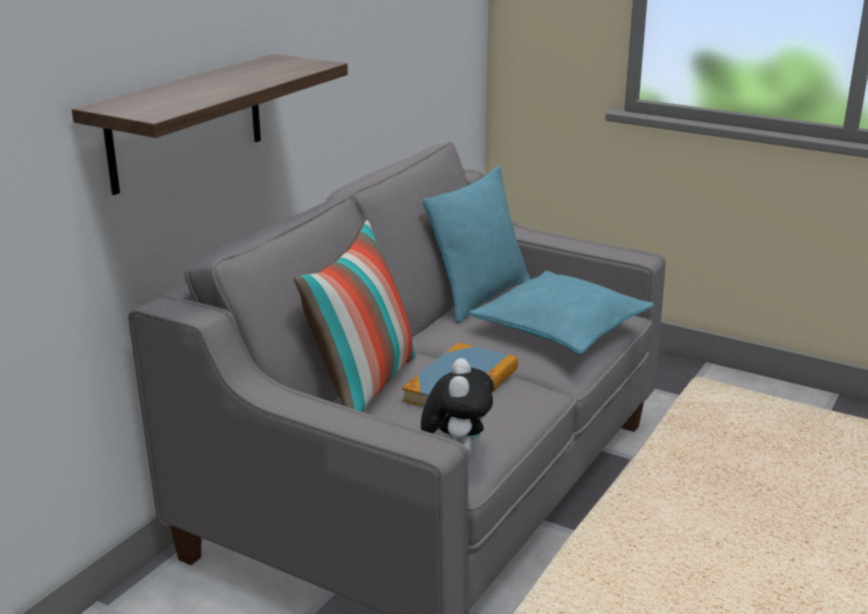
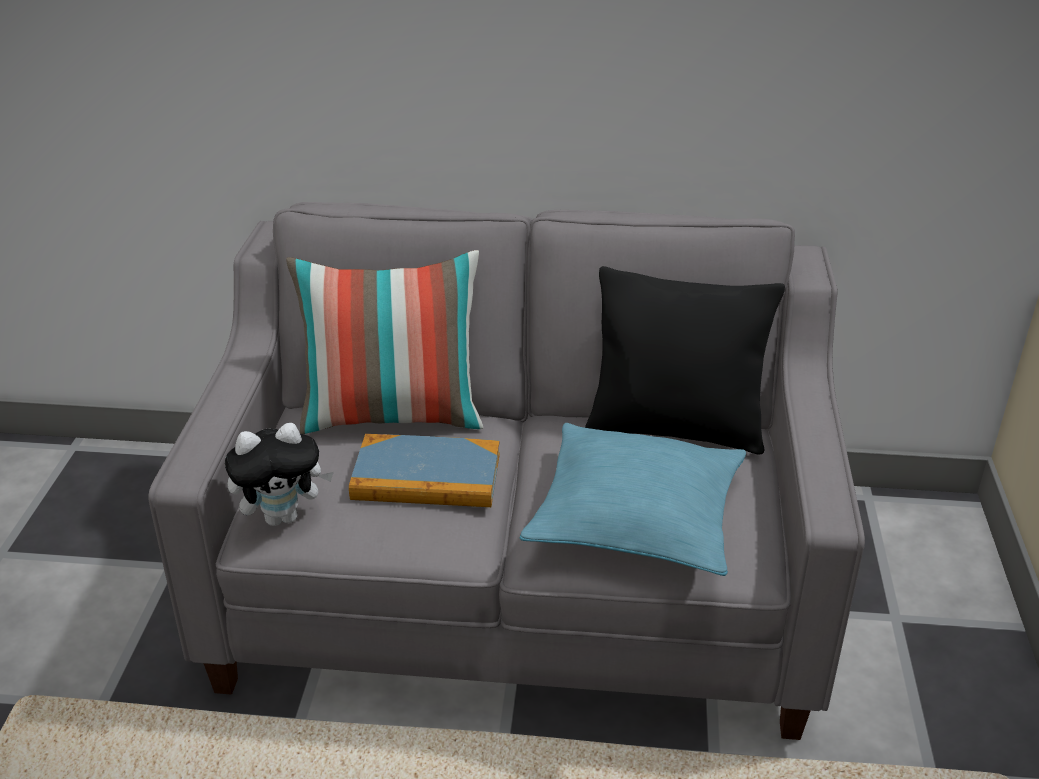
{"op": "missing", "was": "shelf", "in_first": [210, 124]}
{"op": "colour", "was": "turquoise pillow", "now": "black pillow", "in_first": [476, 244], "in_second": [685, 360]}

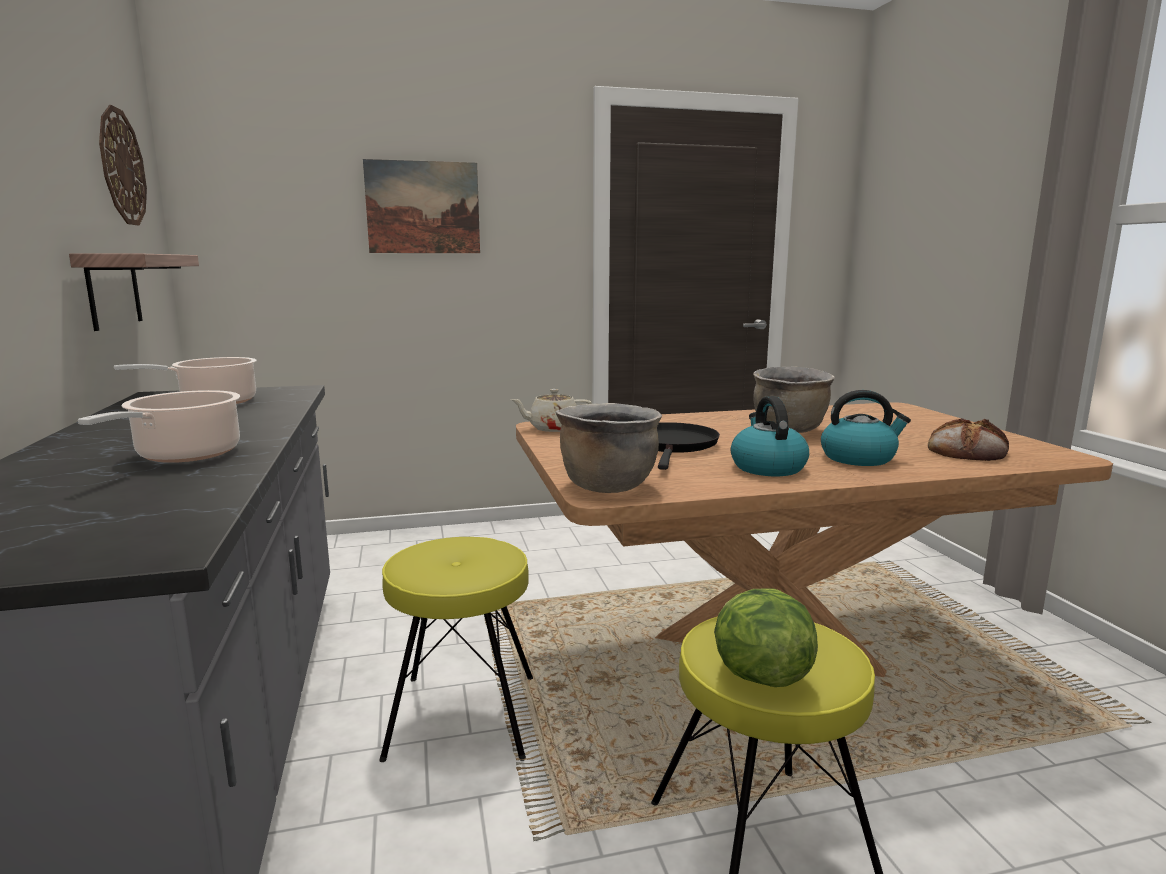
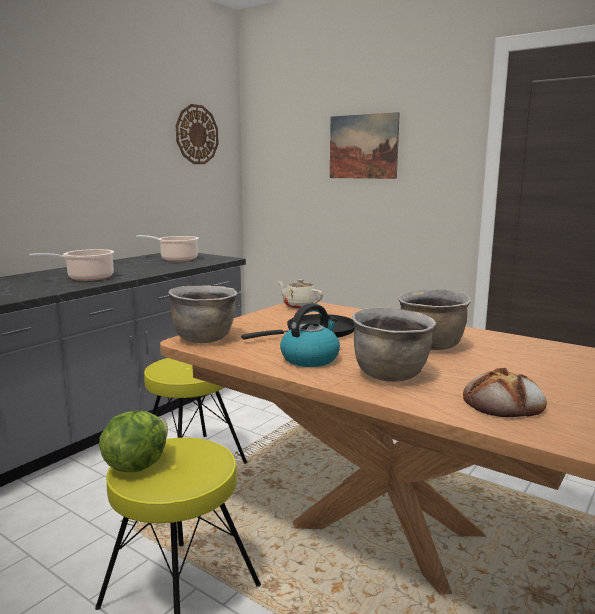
{"op": "missing", "was": "shelf", "in_first": [134, 292]}
{"op": "exchanged", "was": "kettle", "now": "brown cooking pot", "in_first": [866, 428], "in_second": [394, 344]}

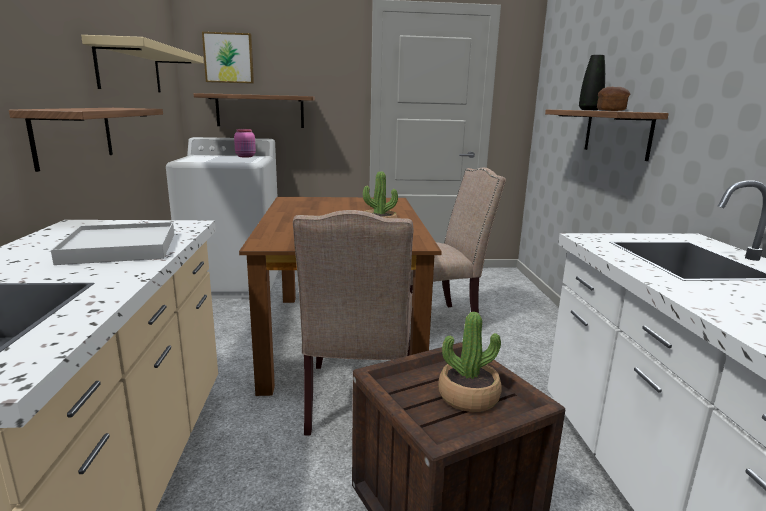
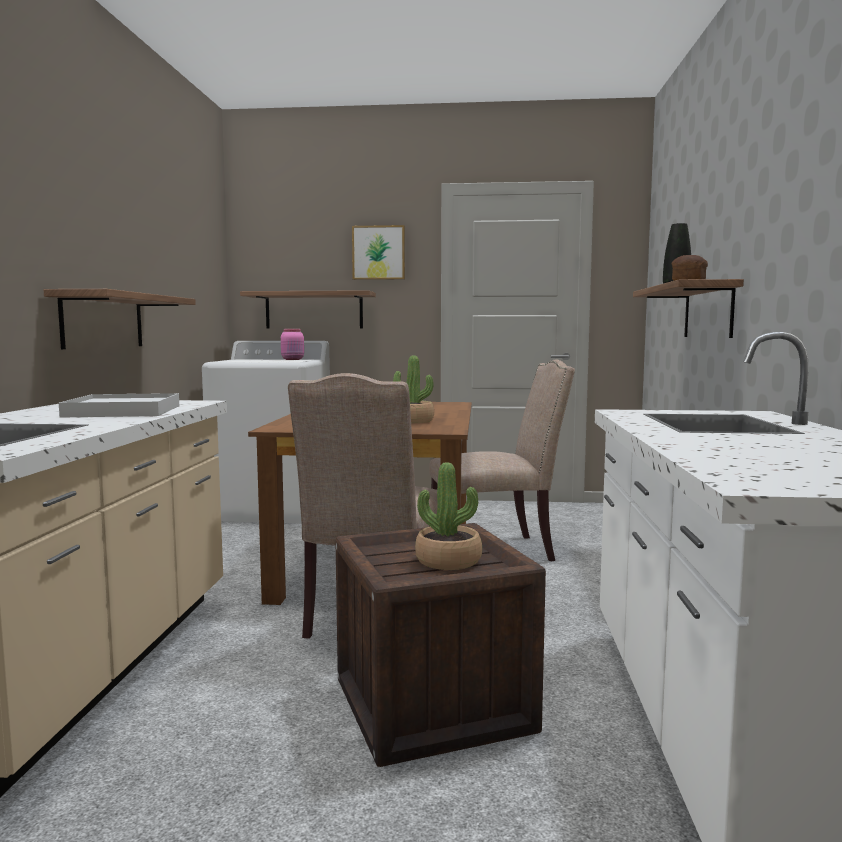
{"op": "missing", "was": "beige shelf", "in_first": [142, 64]}
{"op": "relocated", "was": "picture", "in_first": [228, 58], "in_second": [378, 252]}

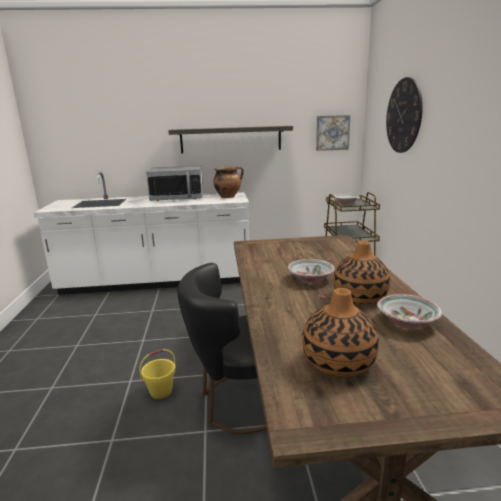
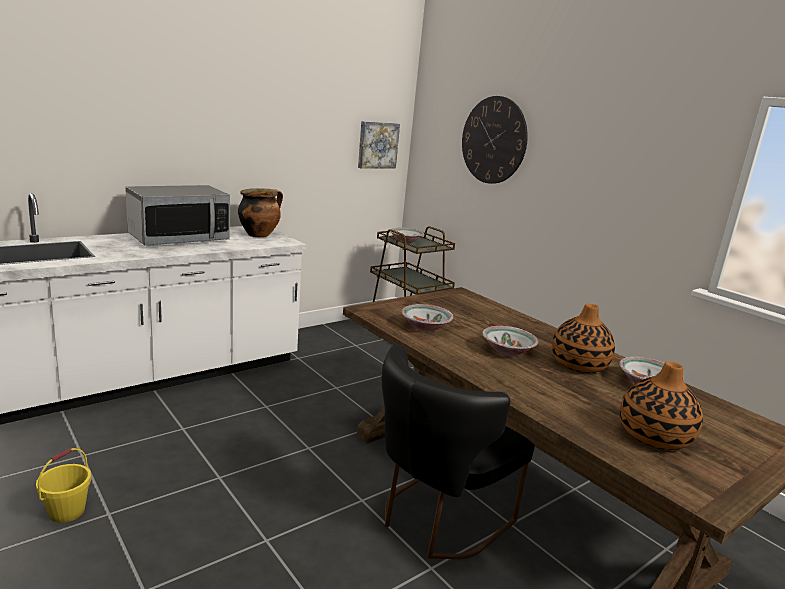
{"op": "missing", "was": "shelf", "in_first": [230, 139]}
{"op": "appeared", "now": "bowl", "in_second": [427, 318]}
{"op": "relocated", "was": "yellow bucket", "in_first": [157, 374], "in_second": [63, 485]}

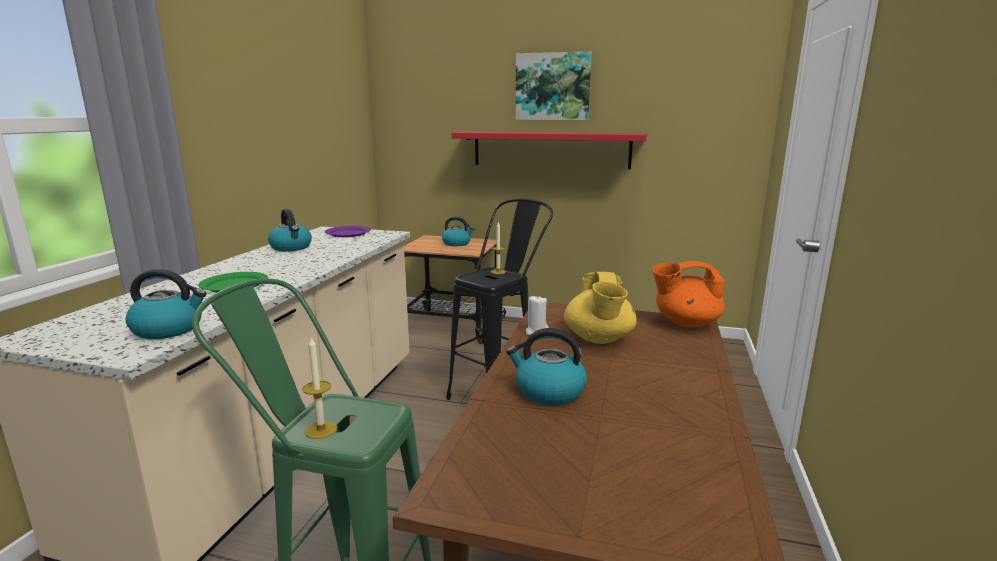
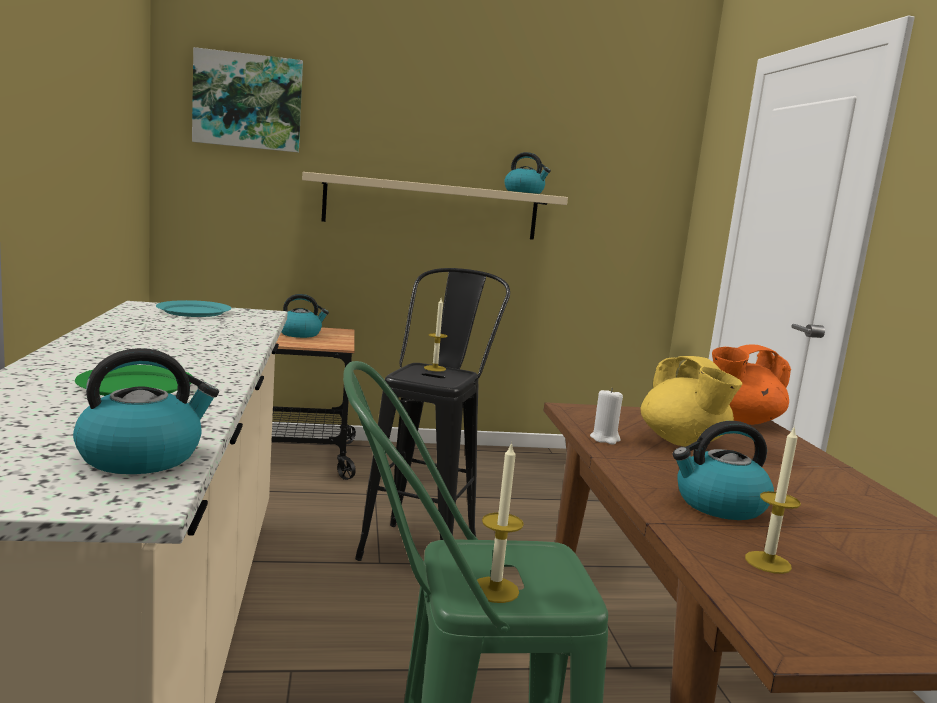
{"op": "appeared", "now": "candle", "in_second": [773, 499]}
{"op": "relocated", "was": "kettle", "in_first": [290, 230], "in_second": [527, 173]}
{"op": "relocated", "was": "picture", "in_first": [553, 85], "in_second": [247, 100]}
{"op": "colour", "was": "purple plate", "now": "turquoise plate", "in_first": [348, 231], "in_second": [193, 308]}
{"op": "colour", "was": "red shelf", "now": "beige shelf", "in_first": [549, 150], "in_second": [435, 206]}

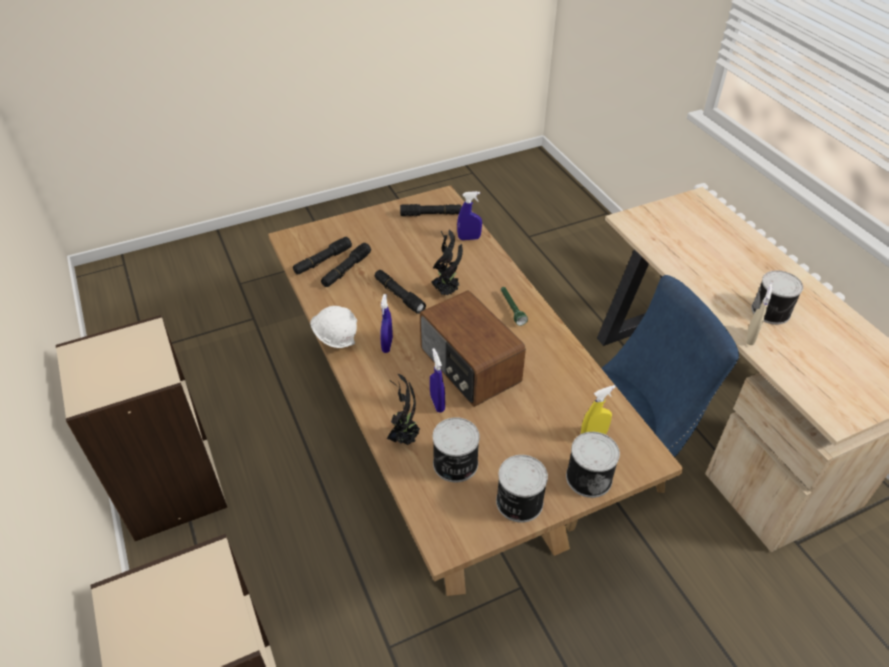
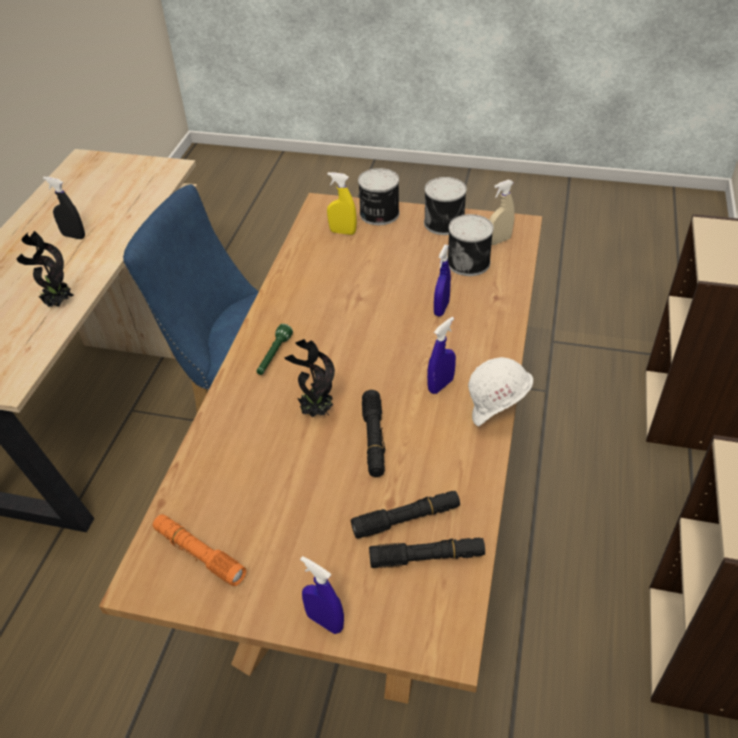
{"op": "missing", "was": "radio", "in_first": [473, 348]}
{"op": "relocated", "was": "potted plant", "in_first": [403, 409], "in_second": [45, 269]}
{"op": "relocated", "was": "blue spray bottle", "in_first": [469, 215], "in_second": [322, 595]}
{"op": "relocated", "was": "beige spray bottle", "in_first": [759, 314], "in_second": [502, 212]}
{"op": "exchanged", "was": "can", "now": "black spray bottle", "in_first": [777, 297], "in_second": [64, 208]}
{"op": "colour", "was": "black flashlight", "now": "orange flashlight", "in_first": [431, 210], "in_second": [199, 550]}

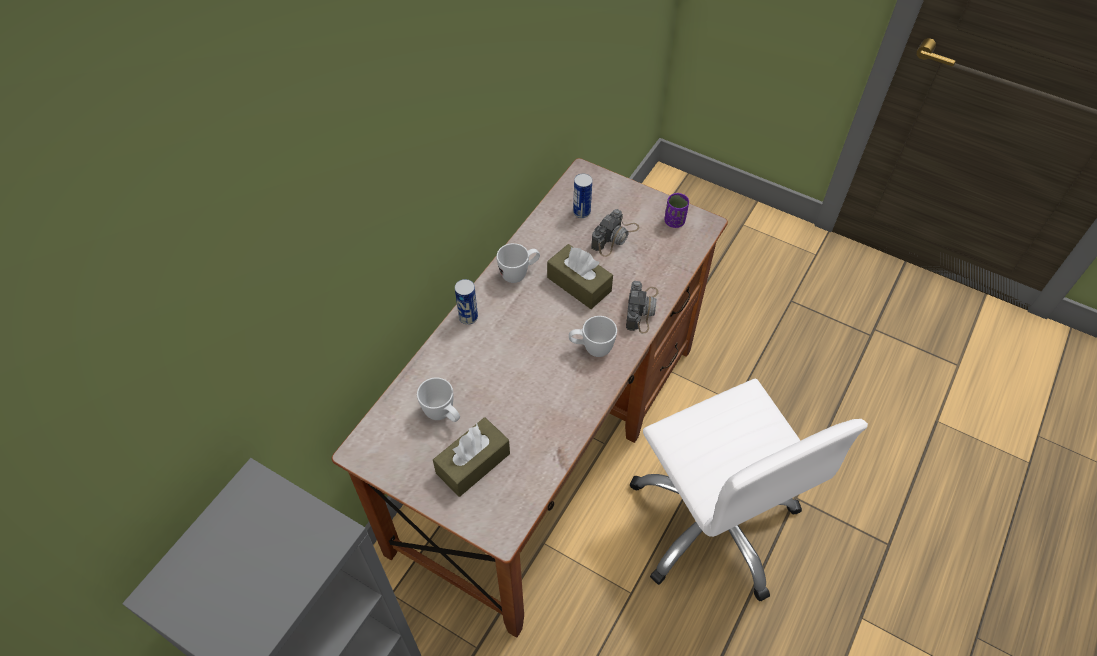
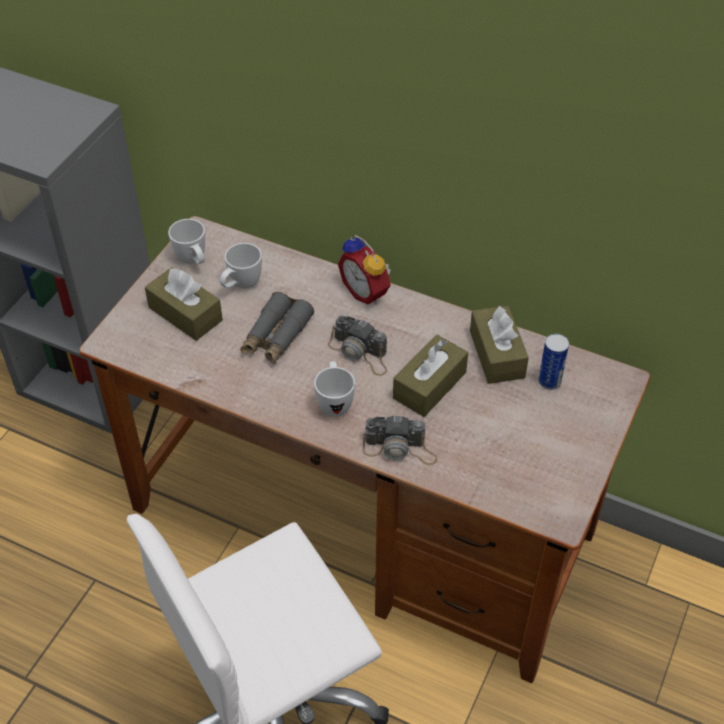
{"op": "missing", "was": "purple cup", "in_first": [676, 210]}
{"op": "appeared", "now": "grey binoculars", "in_second": [277, 328]}
{"op": "appeared", "now": "brown tissue box", "in_second": [499, 344]}
{"op": "relocated", "was": "white mug", "in_first": [518, 263], "in_second": [186, 241]}
{"op": "relocated", "was": "photo camera", "in_first": [615, 233], "in_second": [357, 346]}
{"op": "exchanged", "was": "can", "now": "alarm clock", "in_first": [466, 302], "in_second": [364, 270]}

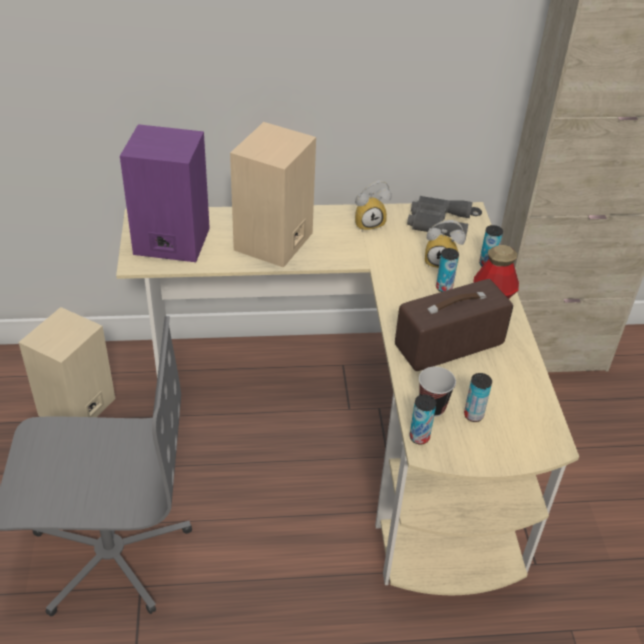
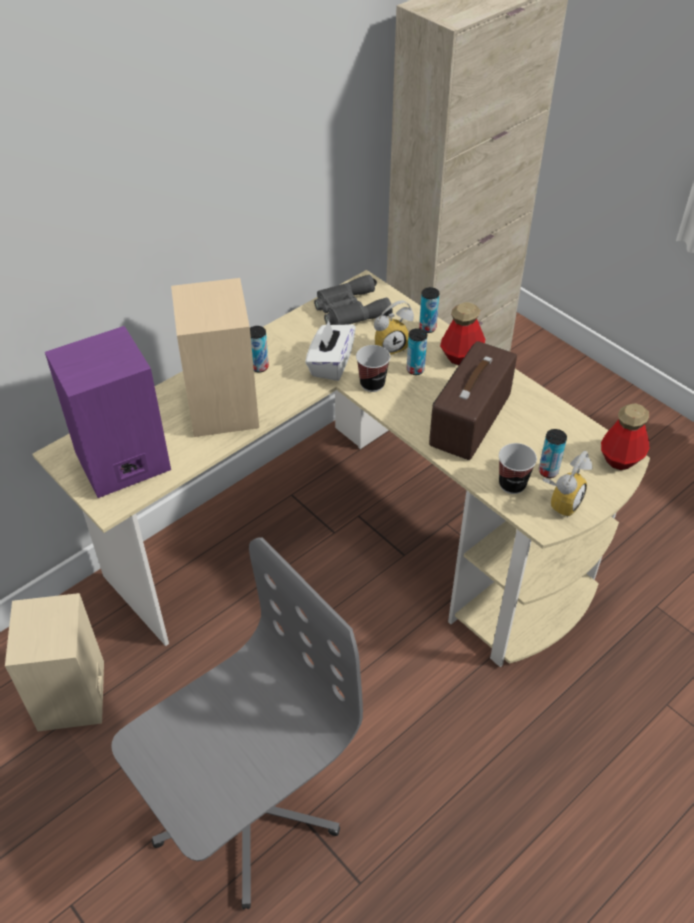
{"op": "appeared", "now": "white tissue box", "in_second": [330, 350]}
{"op": "appeared", "now": "cup", "in_second": [373, 368]}
{"op": "appeared", "now": "bottle", "in_second": [625, 436]}
{"op": "relocated", "was": "alarm clock", "in_first": [373, 206], "in_second": [567, 484]}
{"op": "relocated", "was": "can", "in_first": [423, 419], "in_second": [259, 349]}

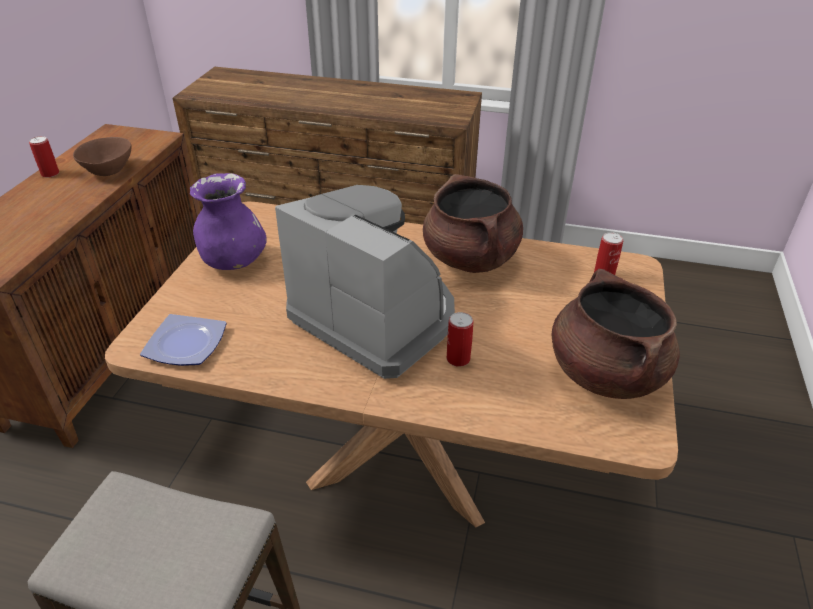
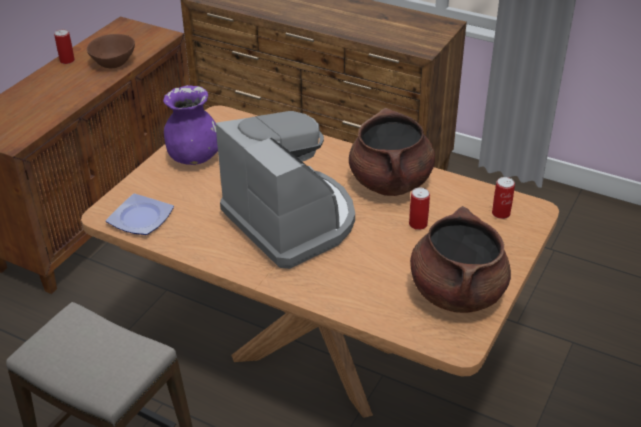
{"op": "relocated", "was": "can", "in_first": [459, 339], "in_second": [419, 209]}

